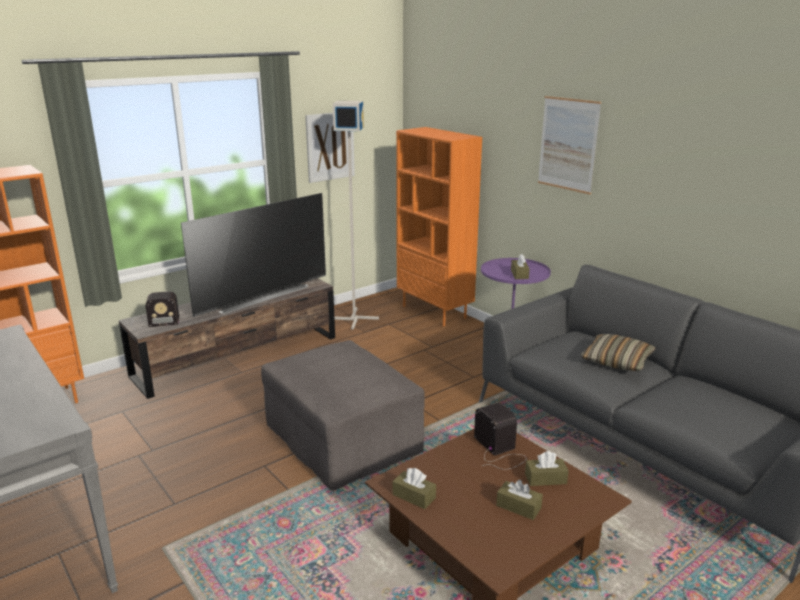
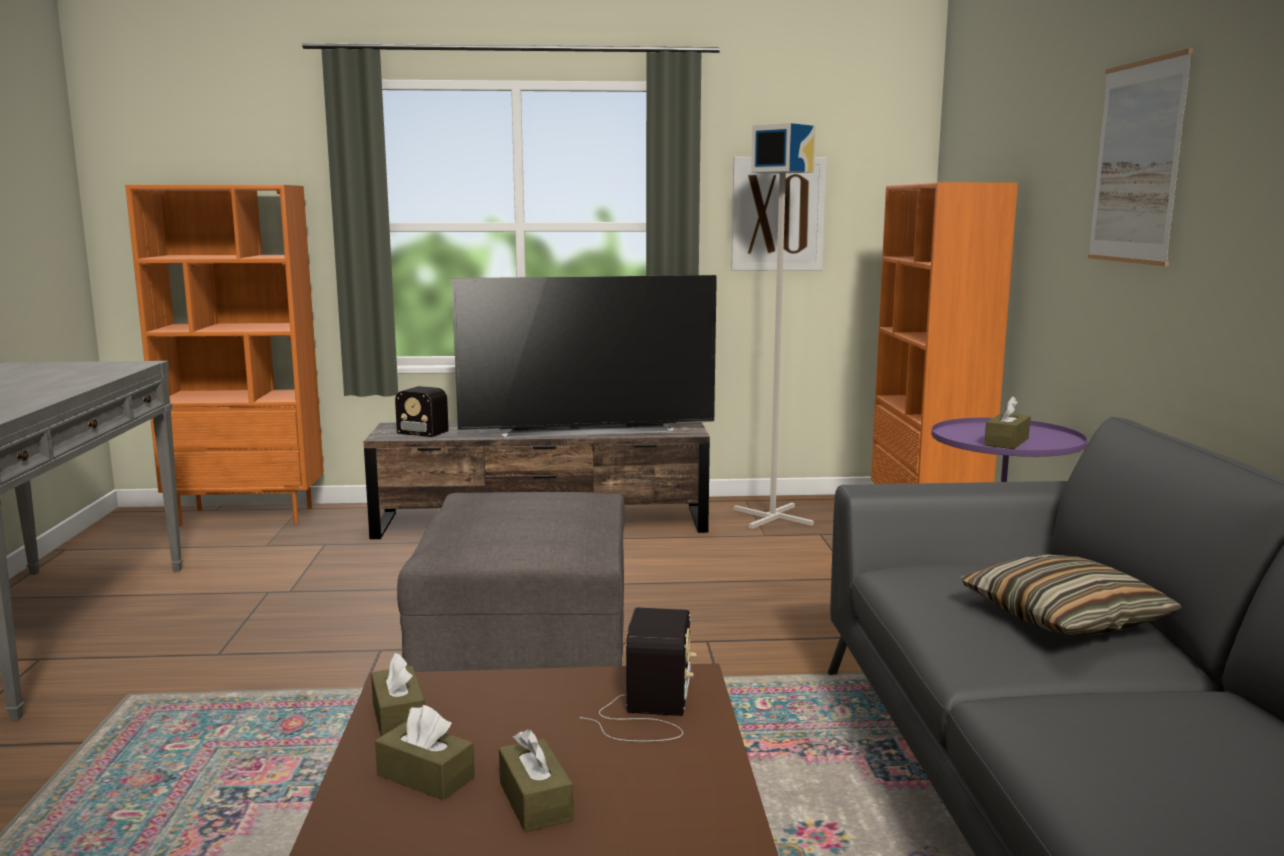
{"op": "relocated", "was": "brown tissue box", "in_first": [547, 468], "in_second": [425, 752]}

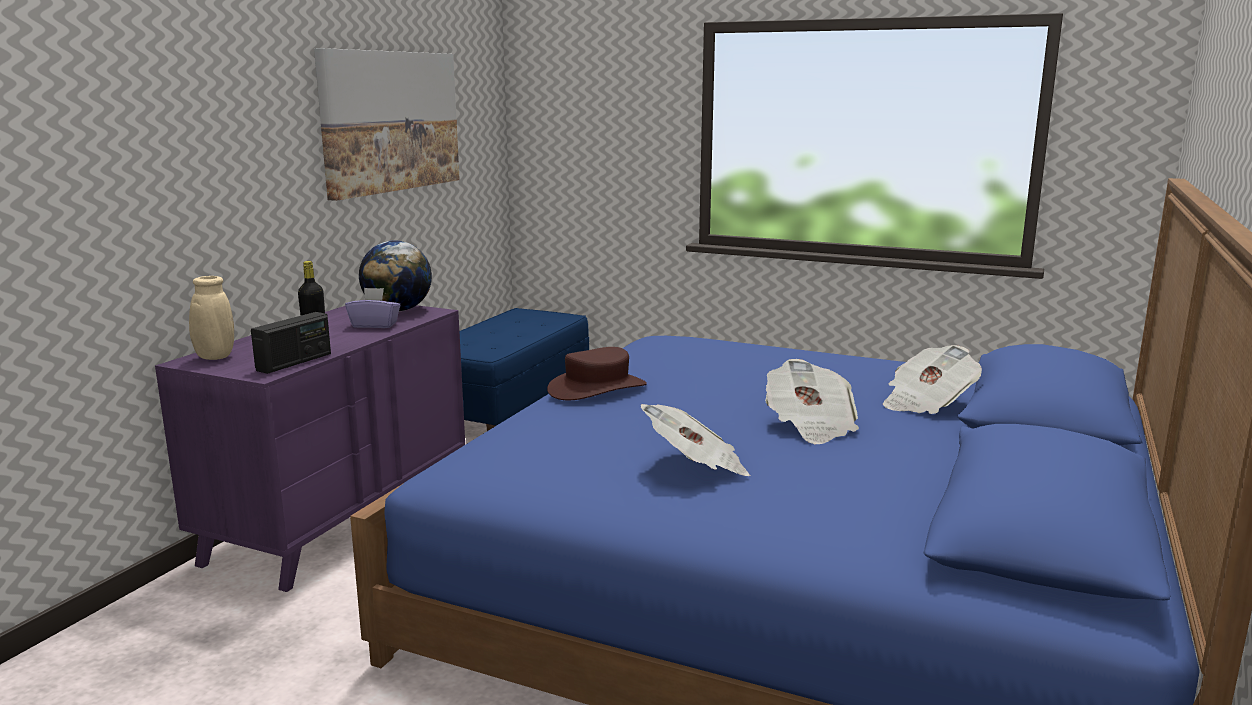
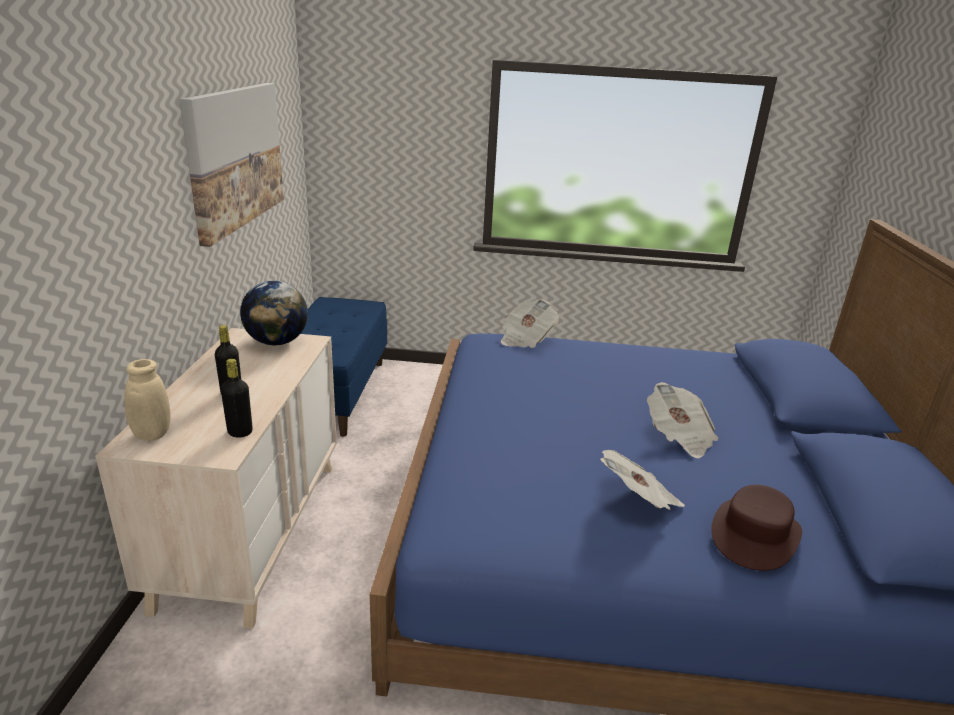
{"op": "missing", "was": "purple tissue box", "in_first": [372, 308]}
{"op": "relocated", "was": "brown hat", "in_first": [597, 373], "in_second": [757, 528]}
{"op": "relocated", "was": "newspaper", "in_first": [932, 379], "in_second": [530, 323]}
{"op": "exchanged", "was": "radio", "now": "black bottle", "in_first": [291, 343], "in_second": [237, 398]}
{"op": "colour", "was": "purple dresser", "now": "beige dresser", "in_first": [310, 448], "in_second": [216, 478]}

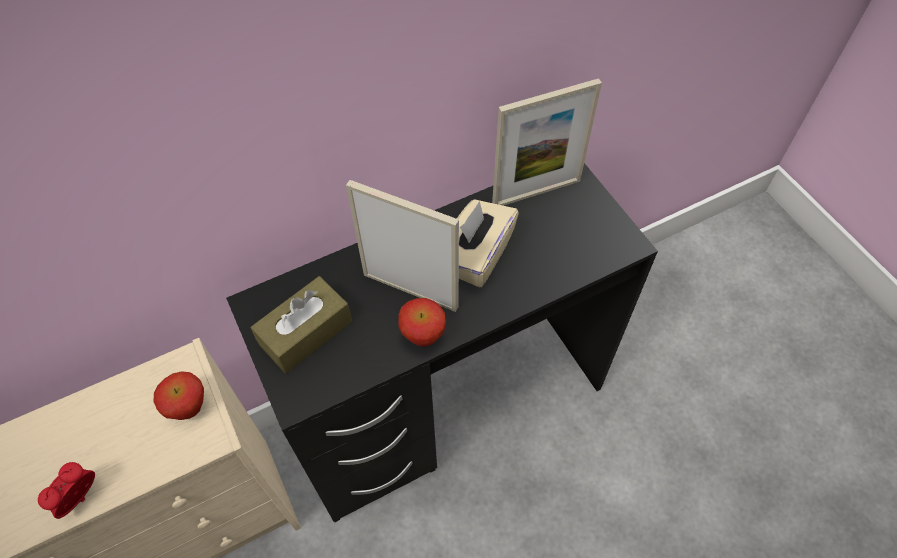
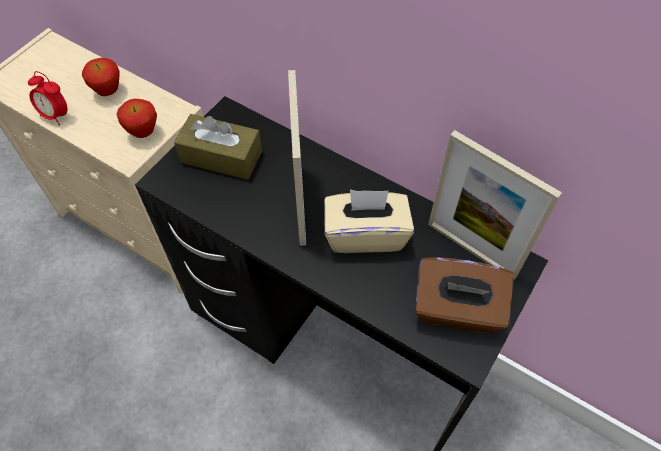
{"op": "appeared", "now": "brown tissue box", "in_second": [464, 295]}
{"op": "relocated", "was": "apple", "in_first": [422, 322], "in_second": [101, 77]}
{"op": "spun", "was": "alarm clock", "in_first": [66, 490], "in_second": [47, 98], "clockwise": -150}

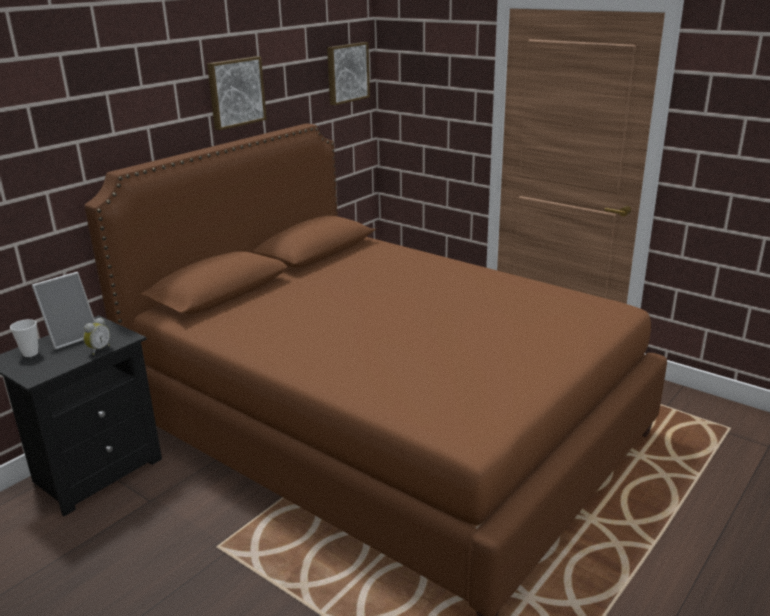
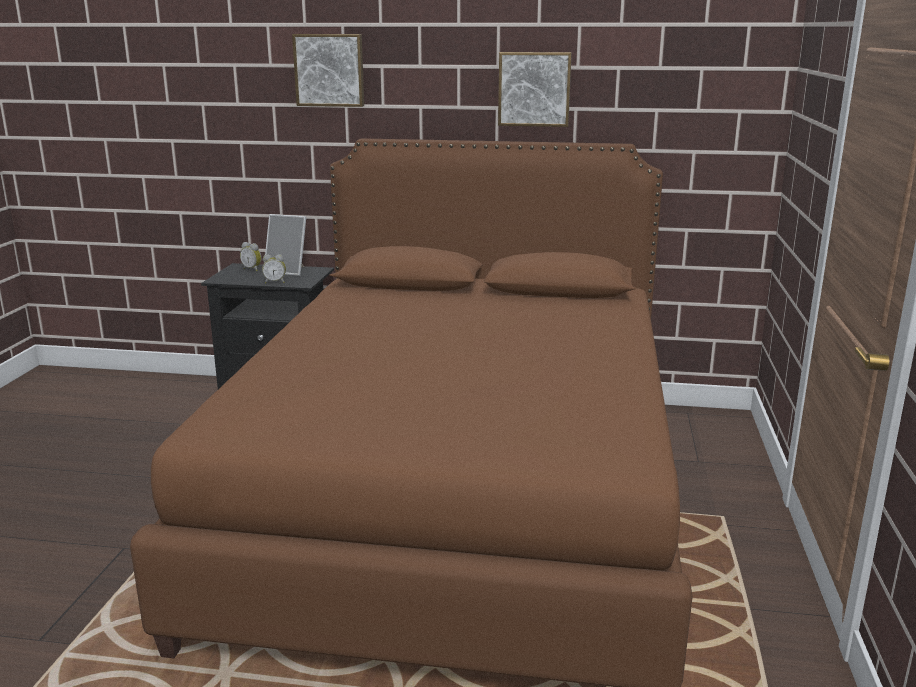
{"op": "relocated", "was": "picture", "in_first": [348, 73], "in_second": [328, 70]}
{"op": "exchanged", "was": "cup", "now": "alarm clock", "in_first": [24, 338], "in_second": [251, 256]}

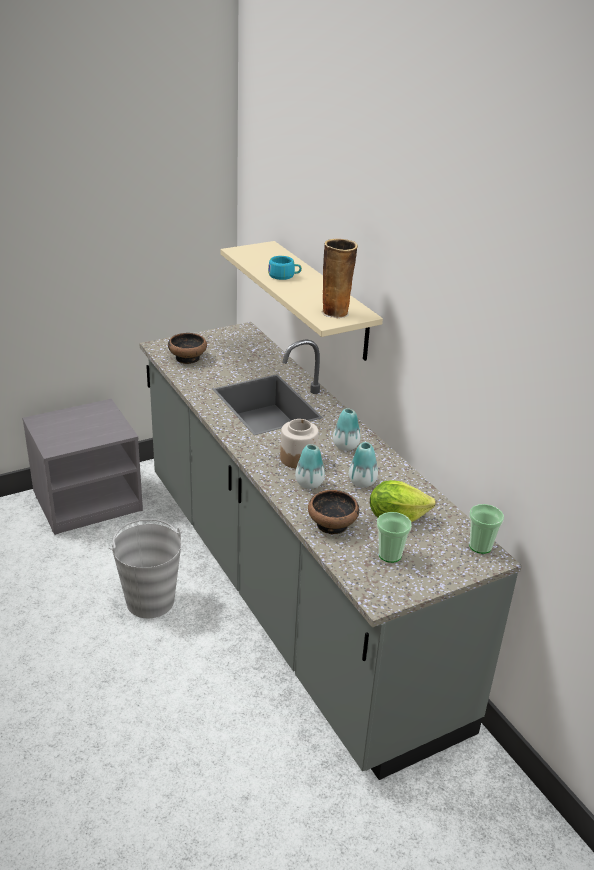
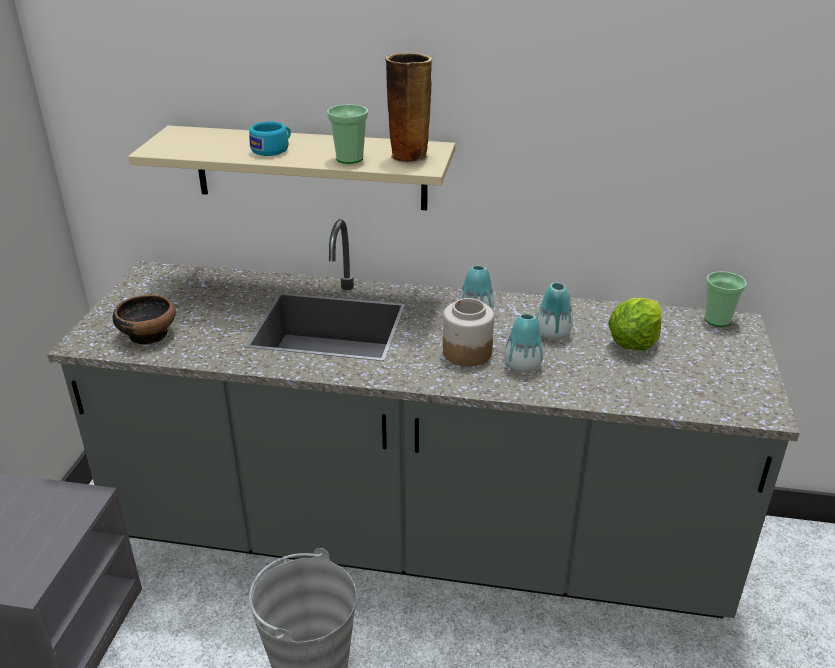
{"op": "missing", "was": "bowl", "in_first": [333, 512]}
{"op": "relocated", "was": "cup", "in_first": [394, 537], "in_second": [347, 134]}

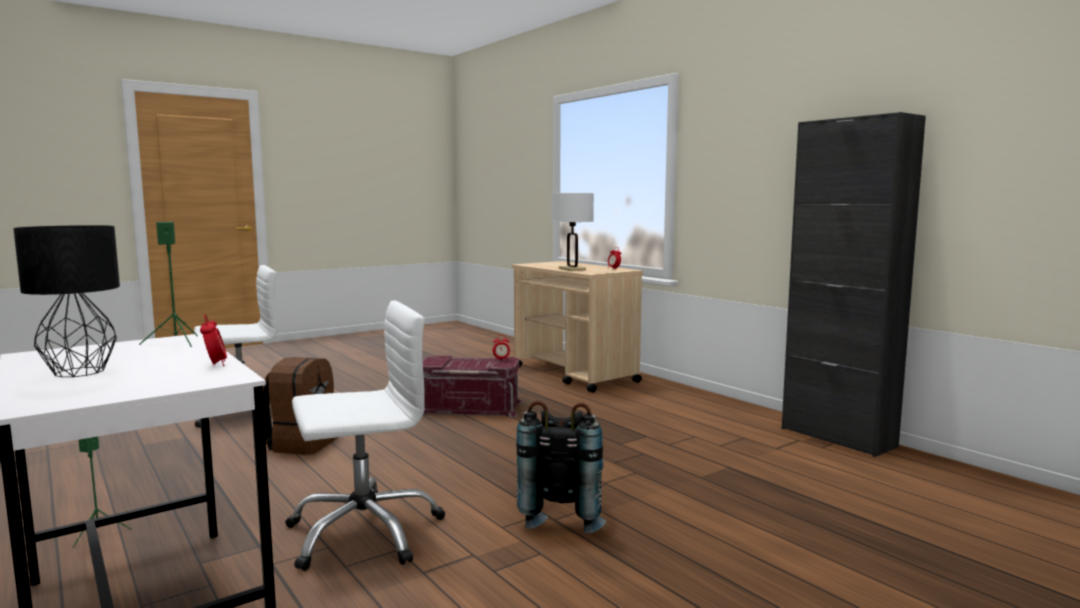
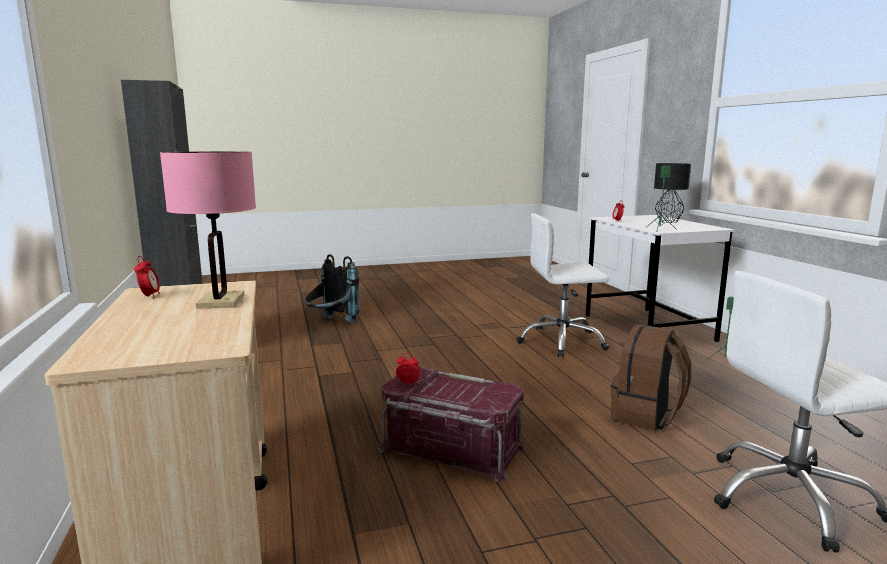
{"op": "relocated", "was": "black backpack", "in_first": [561, 467], "in_second": [332, 288]}
{"op": "colour", "was": "white table lamp", "now": "pink table lamp", "in_first": [573, 232], "in_second": [208, 230]}

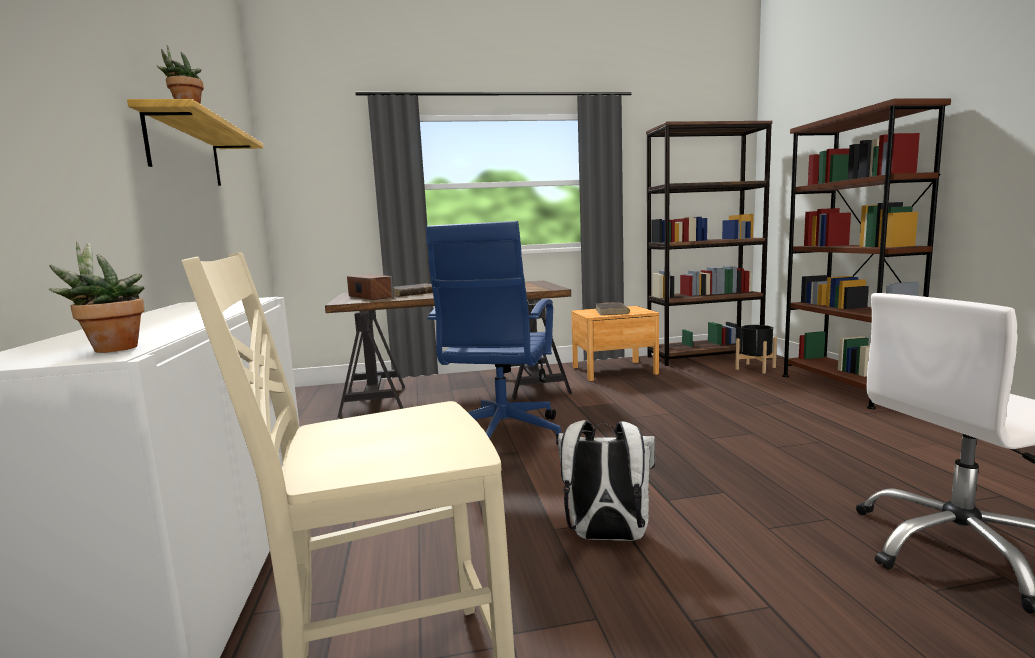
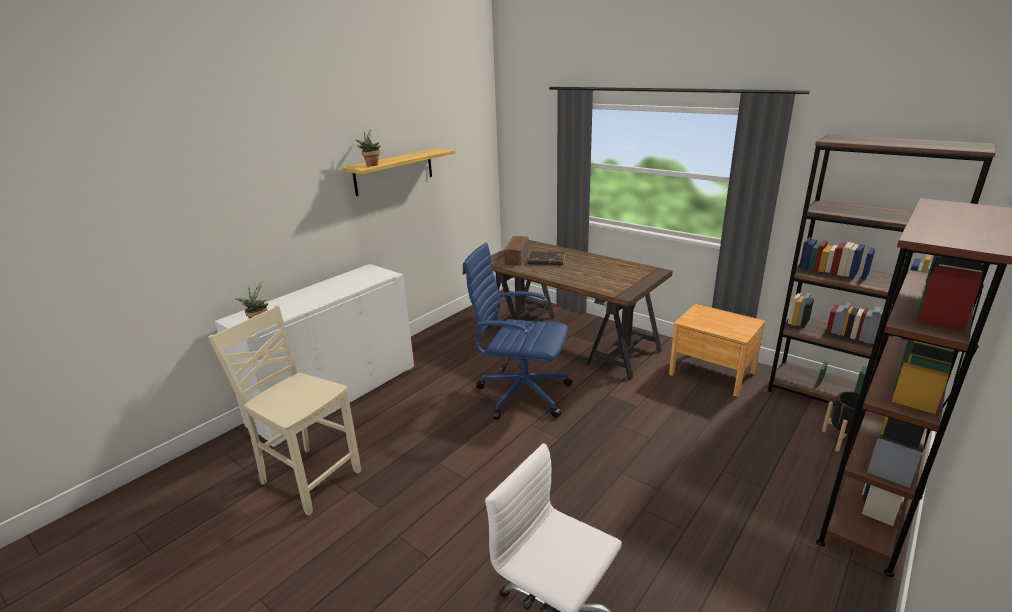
{"op": "missing", "was": "white backpack", "in_first": [606, 480]}
{"op": "missing", "was": "brown book", "in_first": [612, 308]}
{"op": "spun", "was": "blue office chair", "in_first": [493, 332], "in_second": [518, 331], "clockwise": 45}

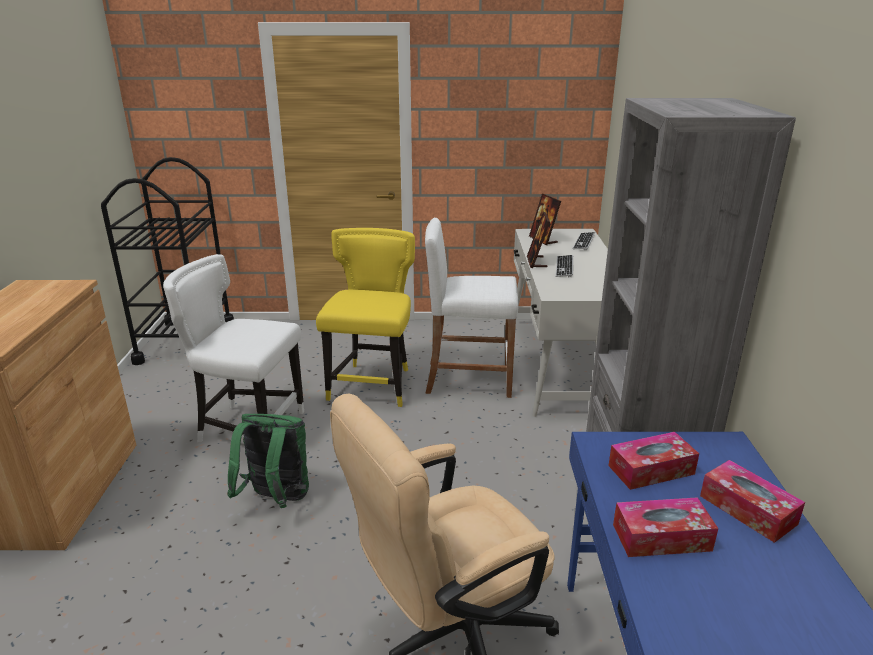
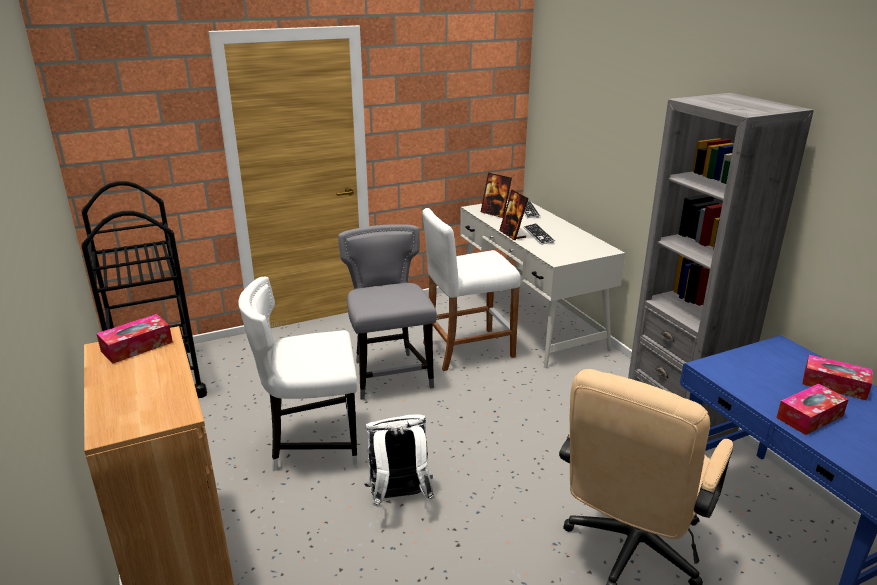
{"op": "relocated", "was": "tissue box", "in_first": [653, 461], "in_second": [134, 339]}
{"op": "colour", "was": "green backpack", "now": "white backpack", "in_first": [268, 461], "in_second": [399, 460]}
{"op": "colour", "was": "yellow chair", "now": "grey chair", "in_first": [365, 317], "in_second": [387, 312]}

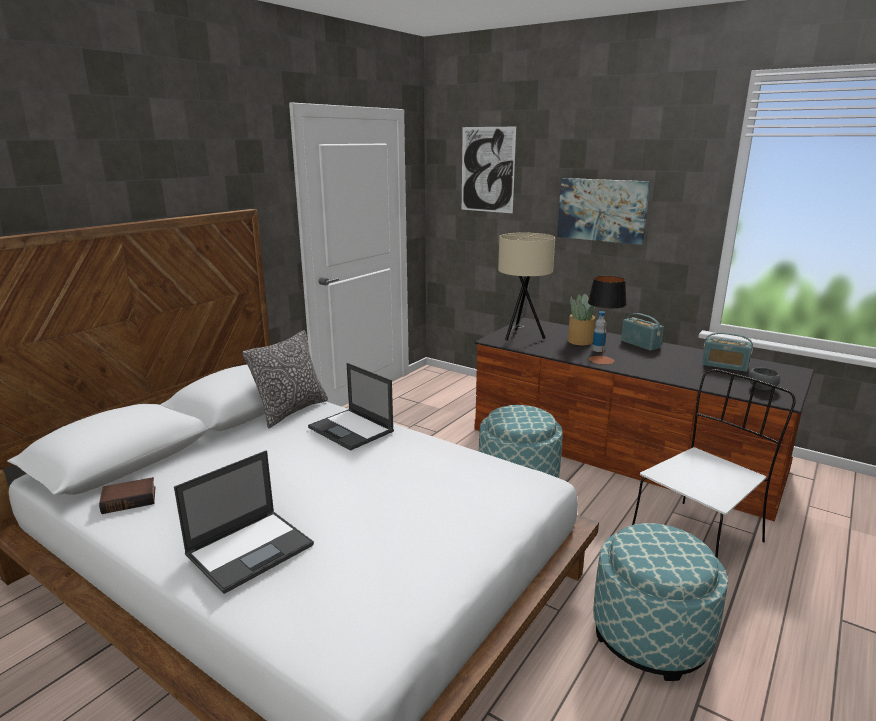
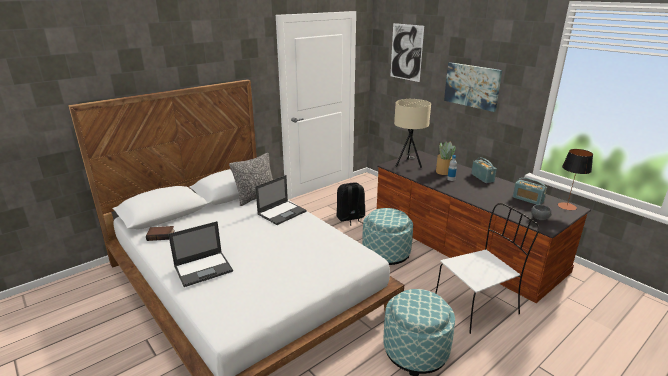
{"op": "appeared", "now": "black backpack", "in_second": [351, 204]}
{"op": "relocated", "was": "table lamp", "in_first": [607, 320], "in_second": [575, 179]}
{"op": "spun", "was": "laptop", "in_first": [351, 407], "in_second": [281, 200], "clockwise": -105}

